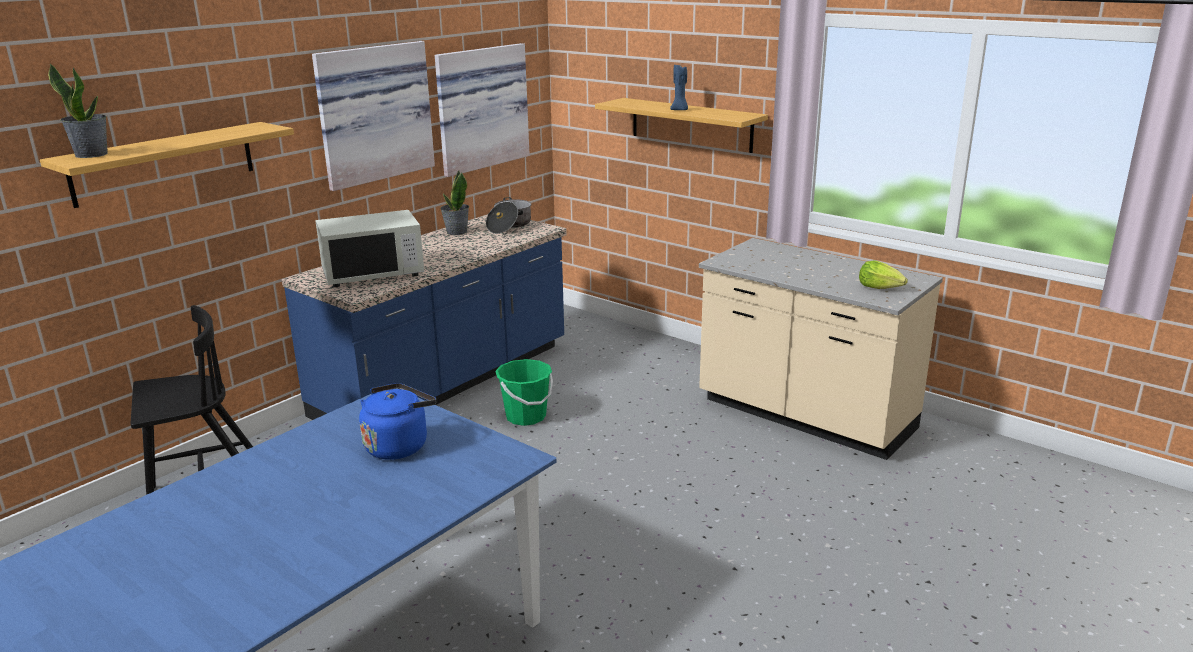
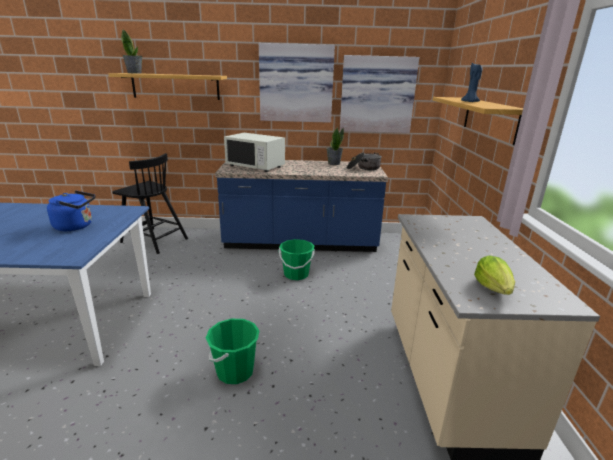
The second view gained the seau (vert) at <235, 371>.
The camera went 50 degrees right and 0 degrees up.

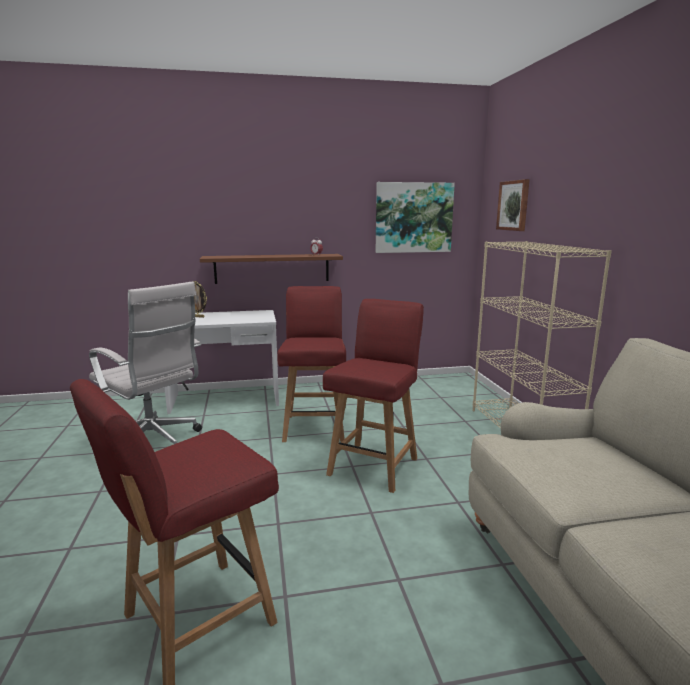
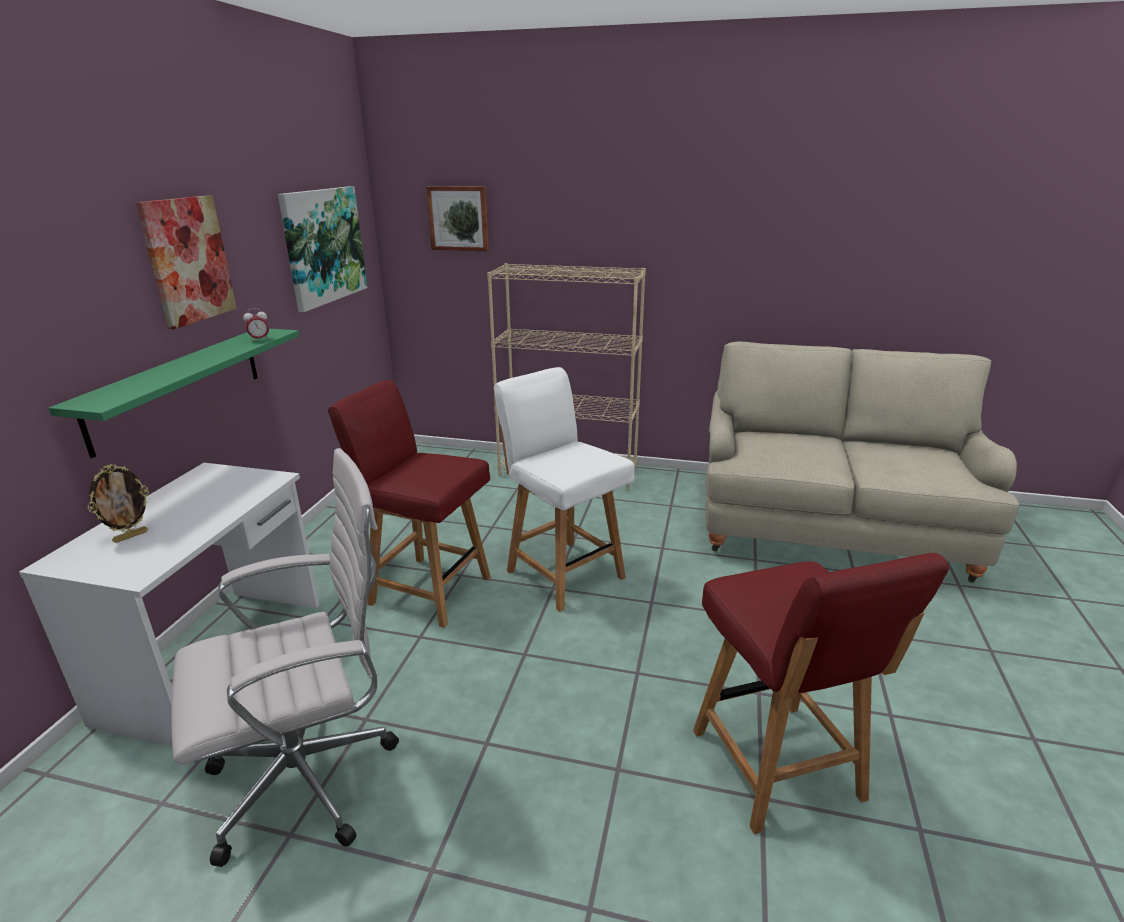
What was the étagère (marron) at <272, 268> turned into the étagère (vert) at <178, 386>.
What was the chaise (rouge) at <374, 465> turned into the chaise (blanc) at <563, 573>.
The second view gained the tableau at <188, 260>.
The camera went 65 degrees left and 10 degrees up.

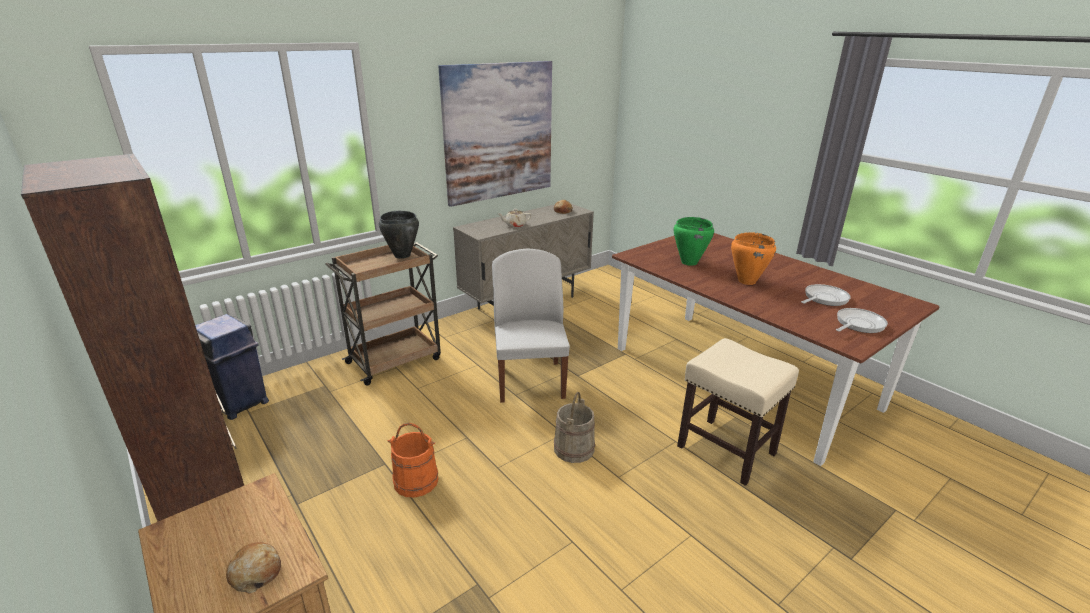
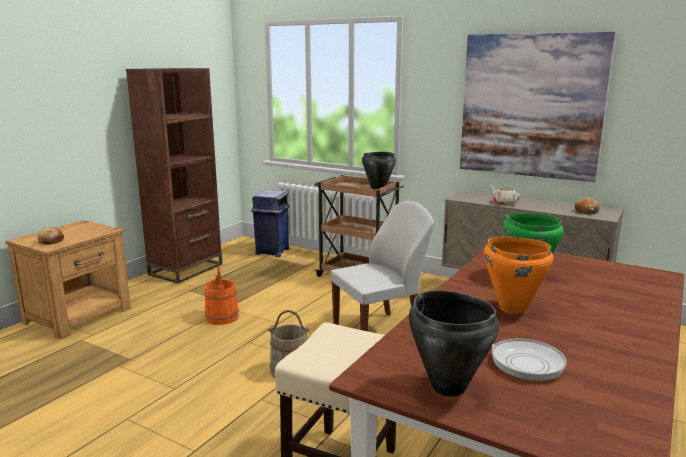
Where the poêle stood at <858, 324>, the marmite (noir) came to stand at <448, 387>.
The camera went 70 degrees right and 10 degrees down.

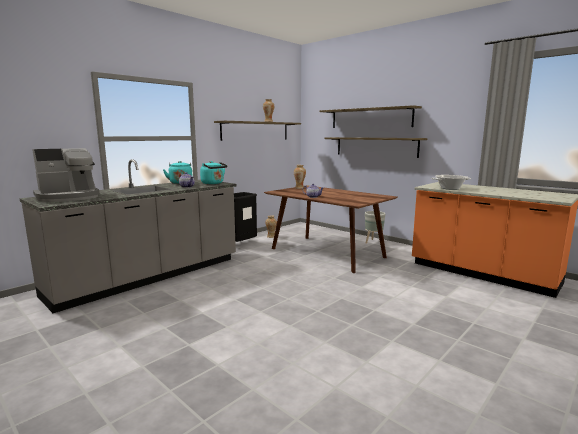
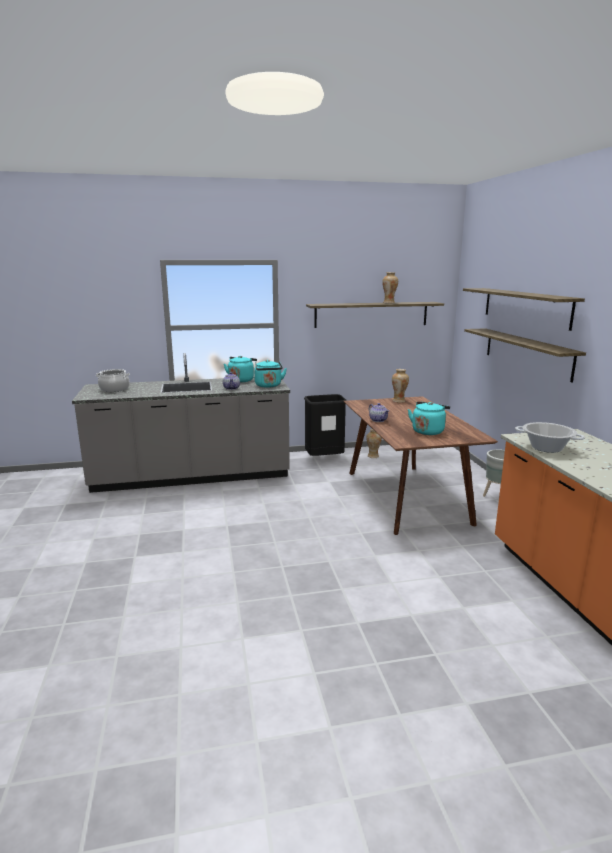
Where the machine à café stood at <69, 197>, the marmite came to stand at <114, 389>.
The second view gained the bouilloire (turquoise) at <428, 431>.
The camera went 35 degrees right and 5 degrees up.

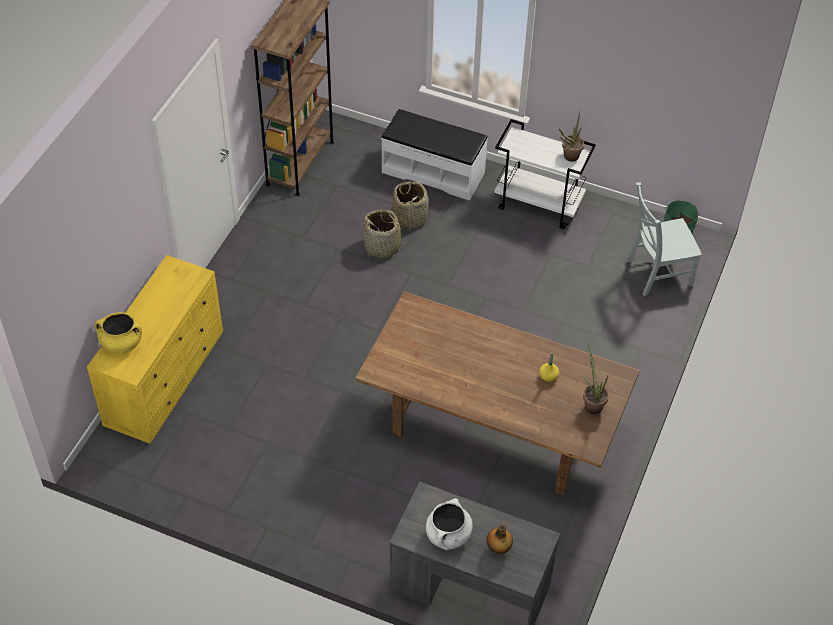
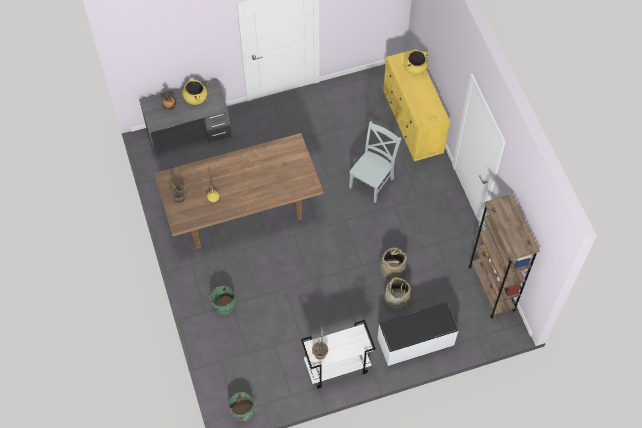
The chaise (gris) ended up elsewhere, having gone from <656, 273> to <372, 181>.
What was the marmite (blanc) at <448, 535> turned into the marmite (jaune) at <195, 98>.
The second view gained the seau (vert) at <223, 305>.
The camera went 140 degrees right and 10 degrees up.

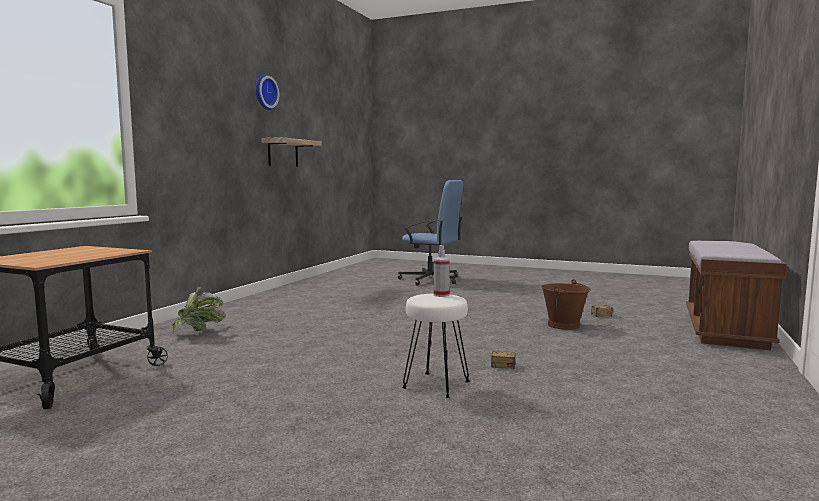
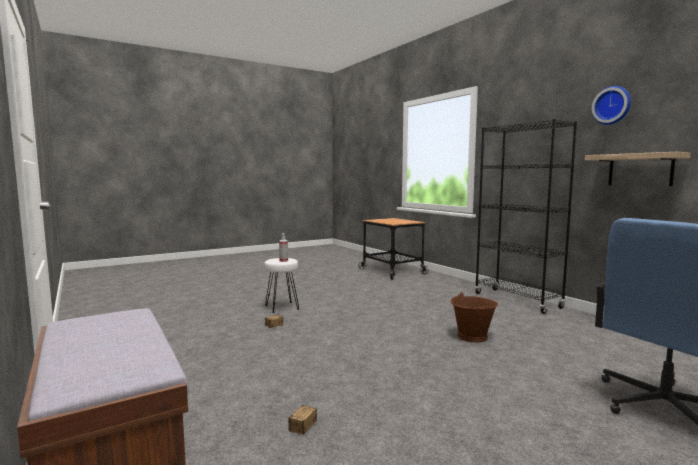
The seau (marron) ended up elsewhere, having gone from <564, 325> to <472, 337>.
The second view lost the plante en pot at <199, 332>.
The second view gained the bibliothèque (noir) at <517, 301>.
The camera went 125 degrees right and 0 degrees up.

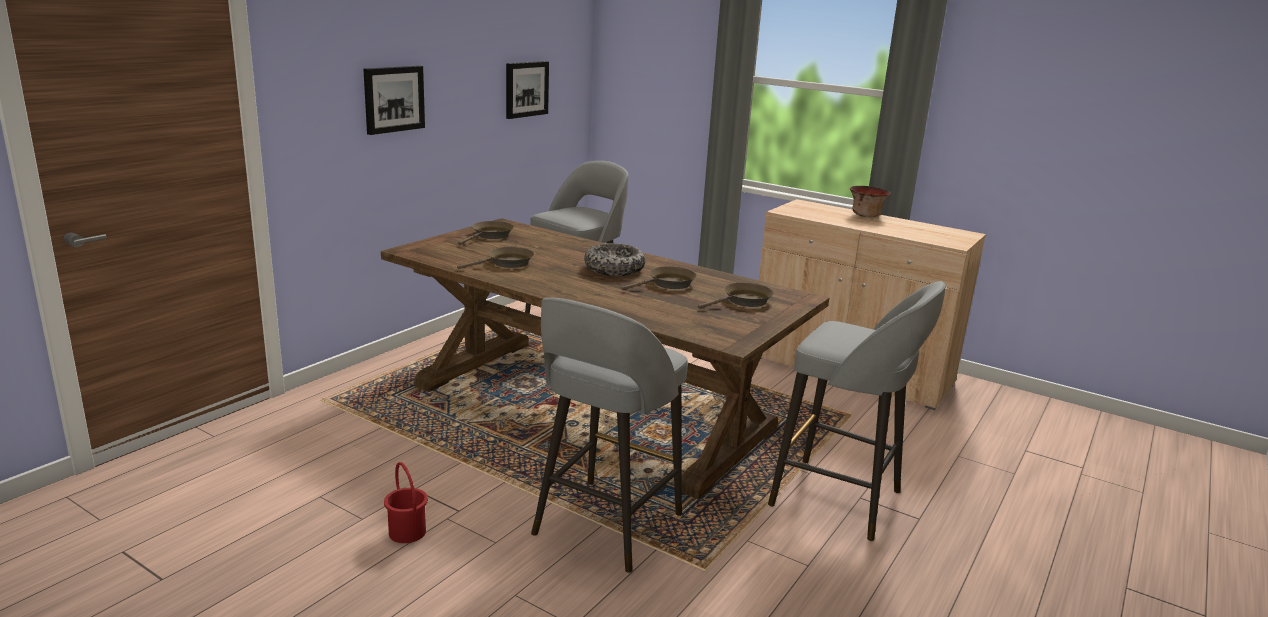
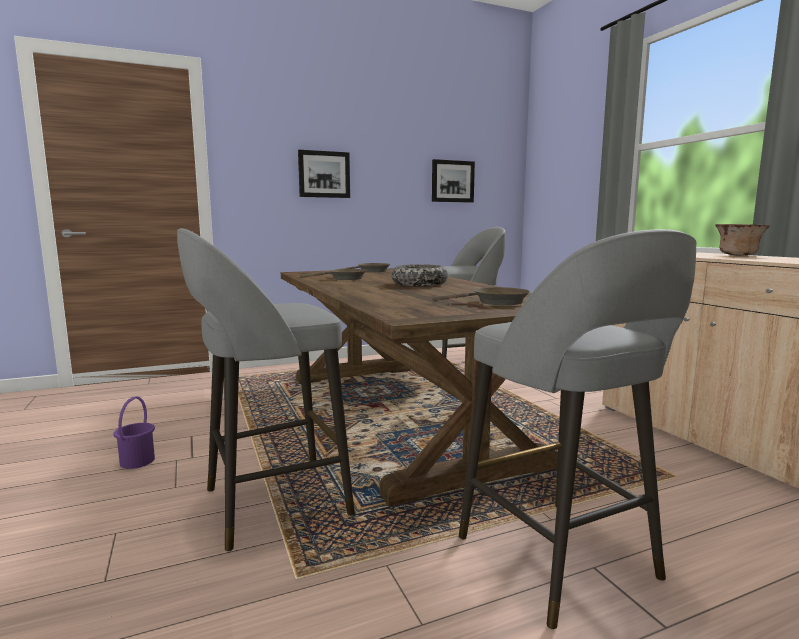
The second view lost the poêle (marron) at <668, 284>.
What was the seau (rouge) at <406, 532> turned into the seau (violet) at <136, 461>.
The camera went 35 degrees right and 10 degrees down.

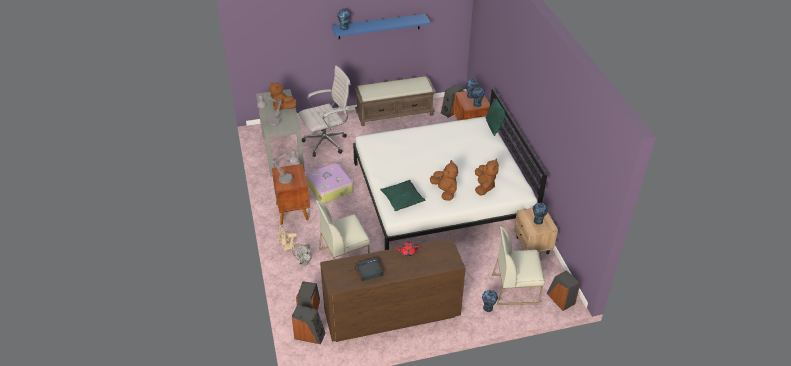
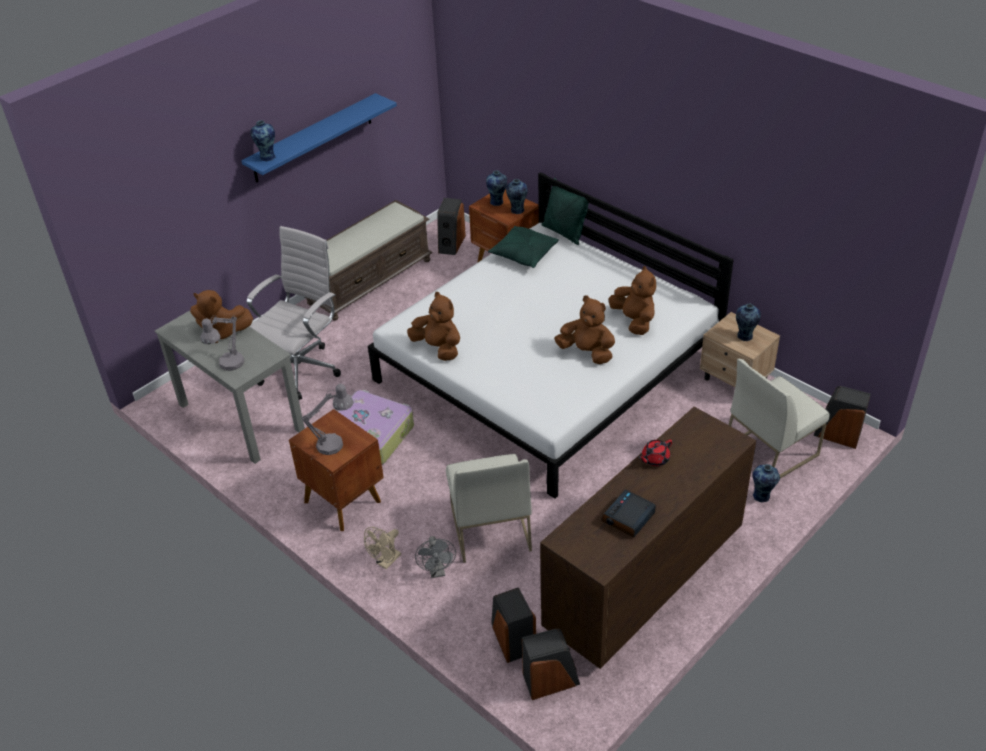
The coussin (vert) ended up elsewhere, having gone from <402, 199> to <523, 254>.
The chaise (blanc) at <344, 256> ended up facing another way, 45 degrees counterclockwise from before.
The second view gained the peluche (marron) at <438, 348>.
The camera went 30 degrees left and 0 degrees up.

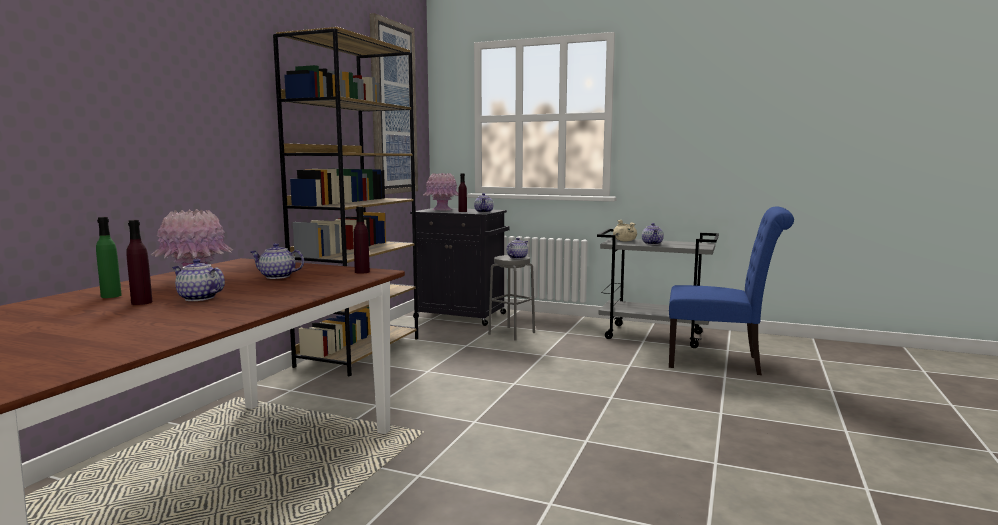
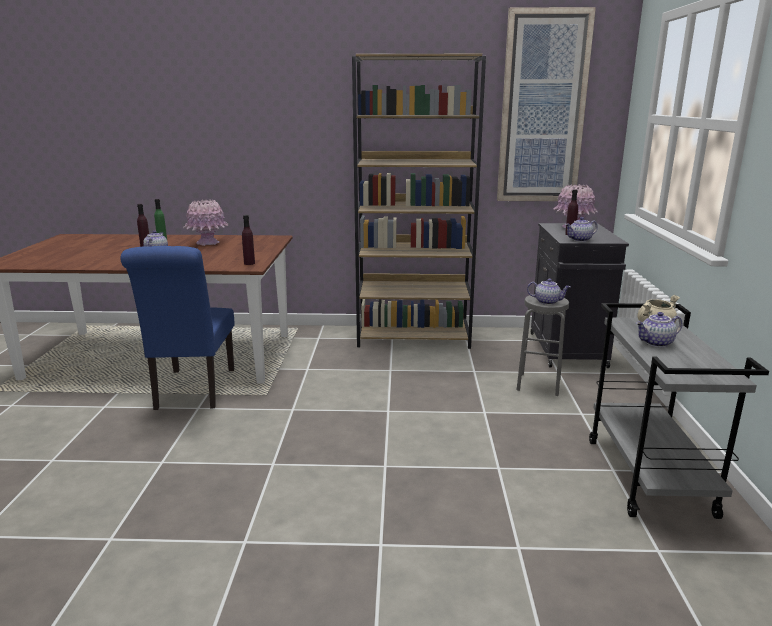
The chaise (bleu) ended up elsewhere, having gone from <720, 362> to <193, 391>.
The second view lost the théière at <277, 277>.
The camera went 70 degrees right and 10 degrees up.

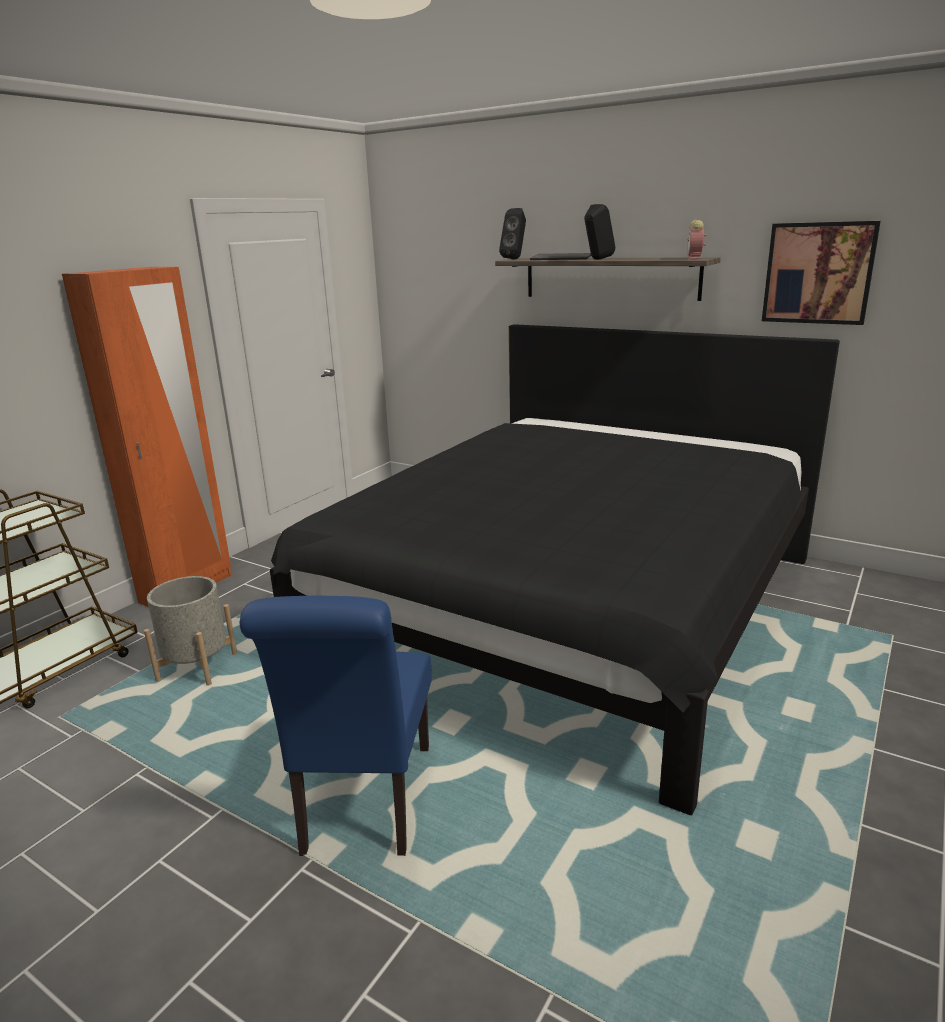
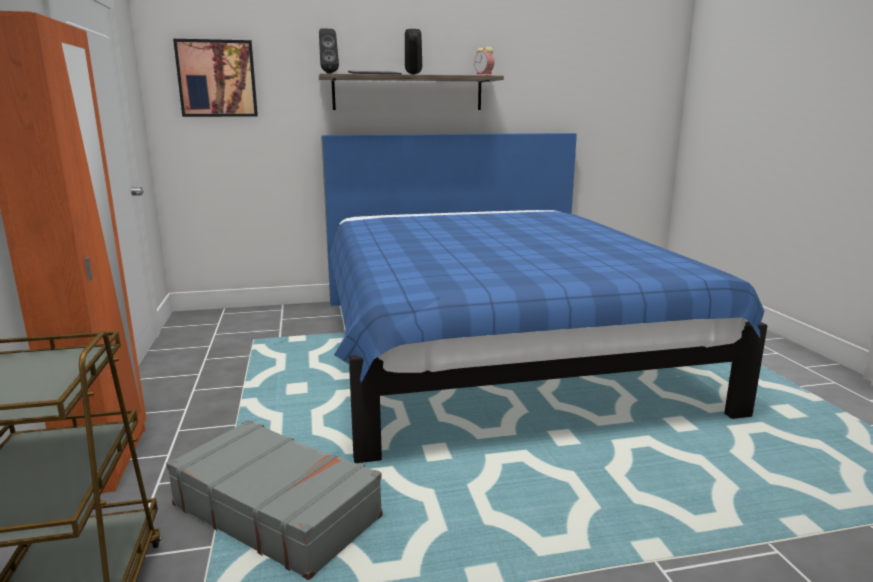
The tableau ended up elsewhere, having gone from <818, 273> to <217, 78>.
What was the lit (noir) at <568, 606> turned into the lit (bleu) at <492, 348>.
Where the cache-pot (gris) stood at <197, 667>, the valise (gris) came to stand at <277, 510>.
The second view lost the chaise (bleu) at <364, 805>.
The camera went 45 degrees left and 5 degrees down.

